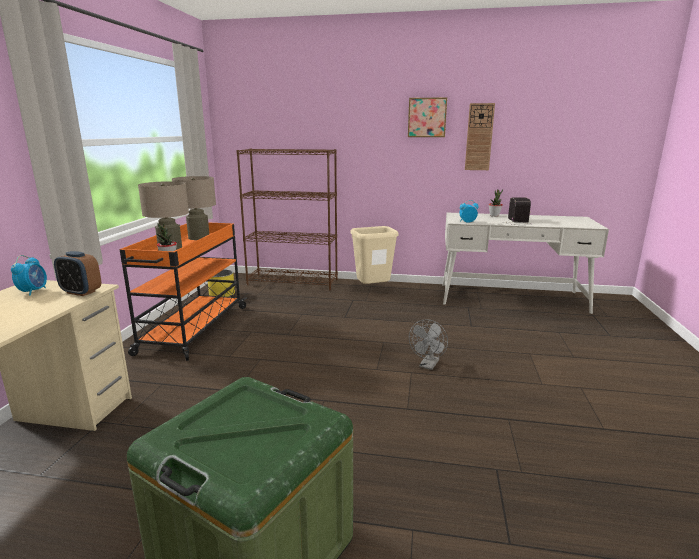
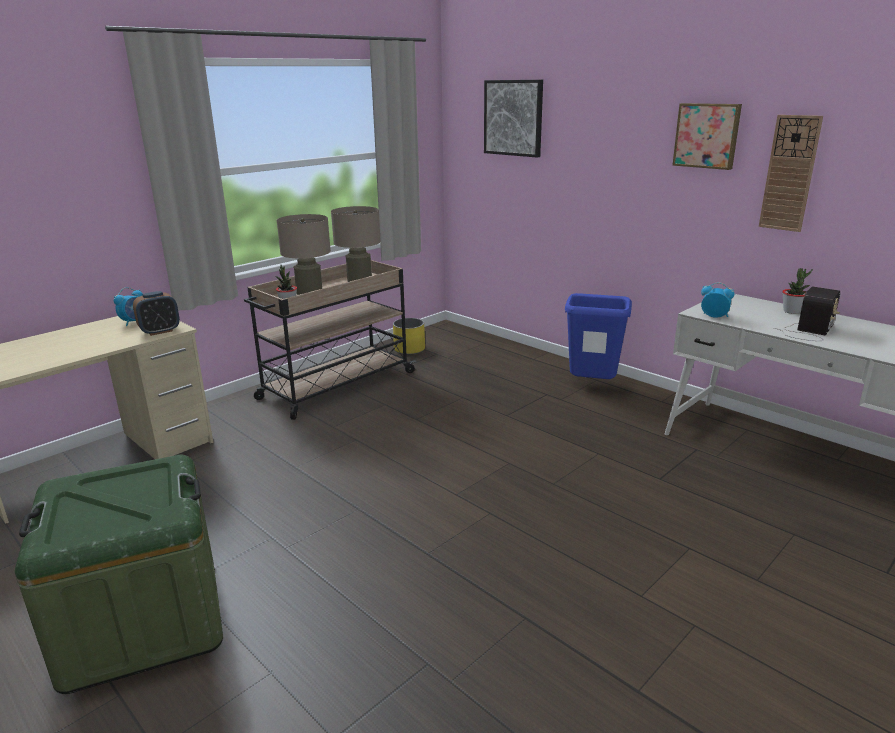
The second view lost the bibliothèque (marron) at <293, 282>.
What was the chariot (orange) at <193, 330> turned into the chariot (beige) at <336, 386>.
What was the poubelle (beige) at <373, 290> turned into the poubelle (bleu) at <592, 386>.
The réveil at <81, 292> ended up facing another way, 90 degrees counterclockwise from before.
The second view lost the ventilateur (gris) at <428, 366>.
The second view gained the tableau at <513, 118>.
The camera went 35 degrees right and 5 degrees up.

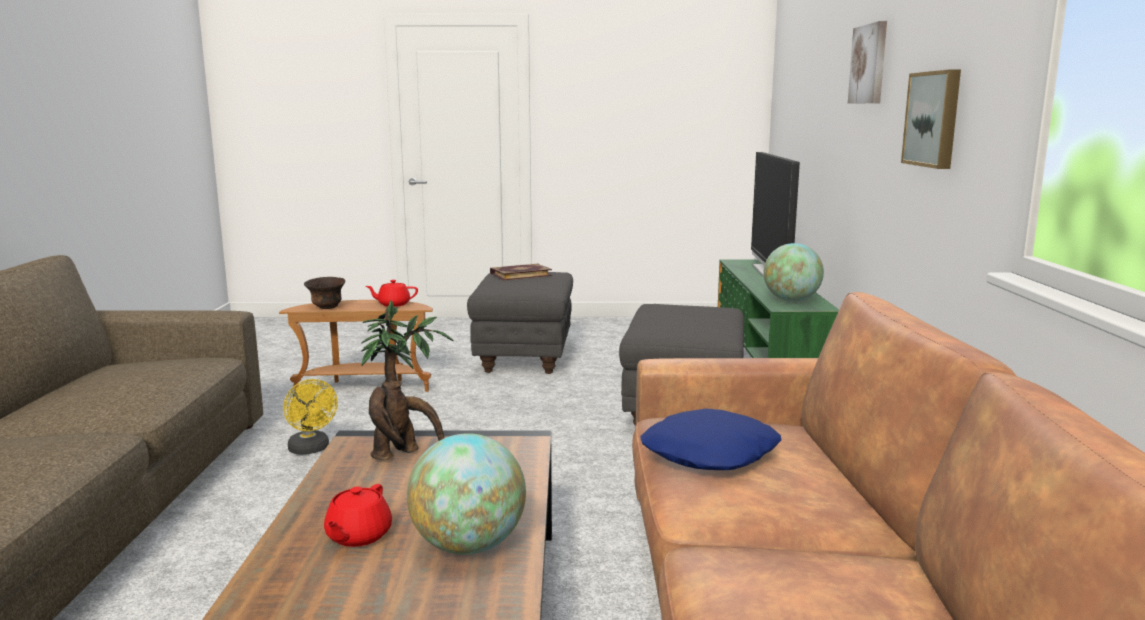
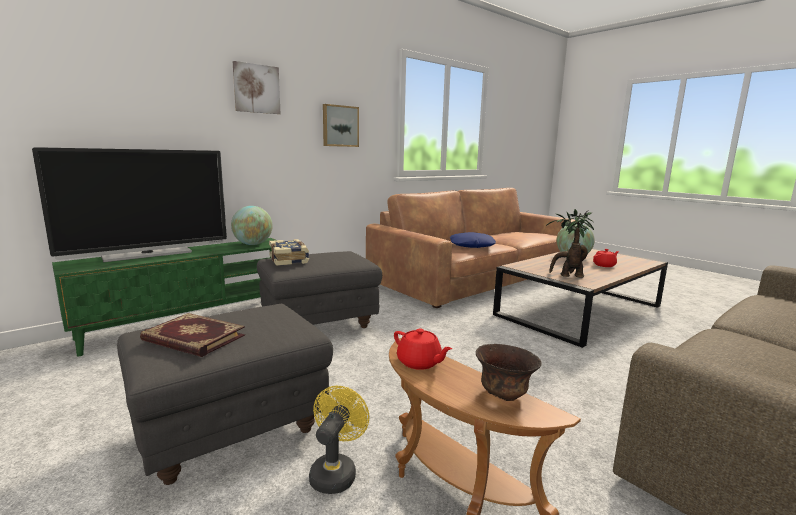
The ventilateur (jaune) ended up elsewhere, having gone from <311, 450> to <335, 472>.
The second view gained the livre at <290, 260>.
The camera went 130 degrees left and 0 degrees up.

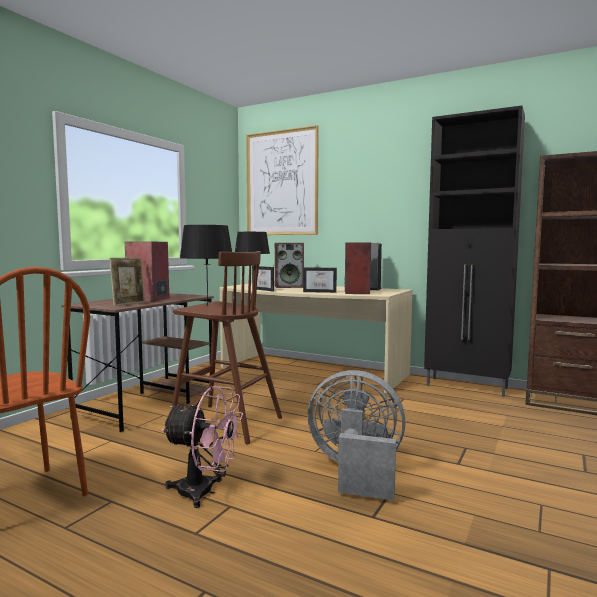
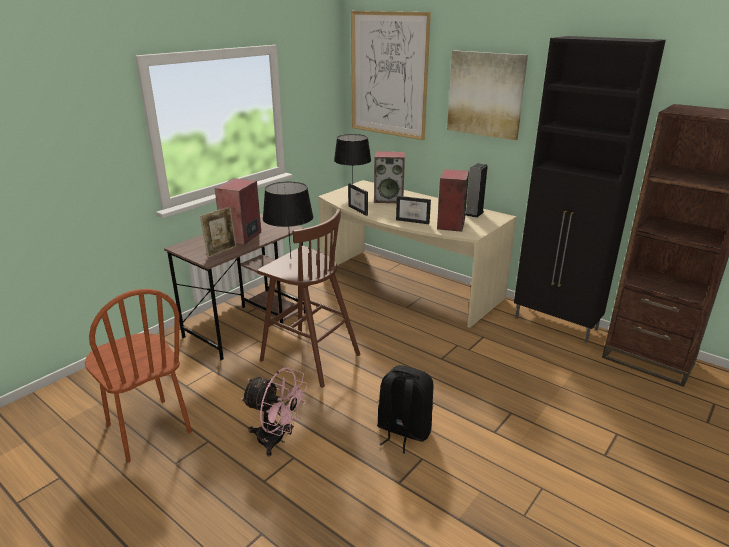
Where the ventilateur (gris) stood at <356, 471>, the sac à dos (noir) came to stand at <403, 431>.
The second view gained the tableau at <485, 94>.
The camera went 10 degrees right and 20 degrees up.

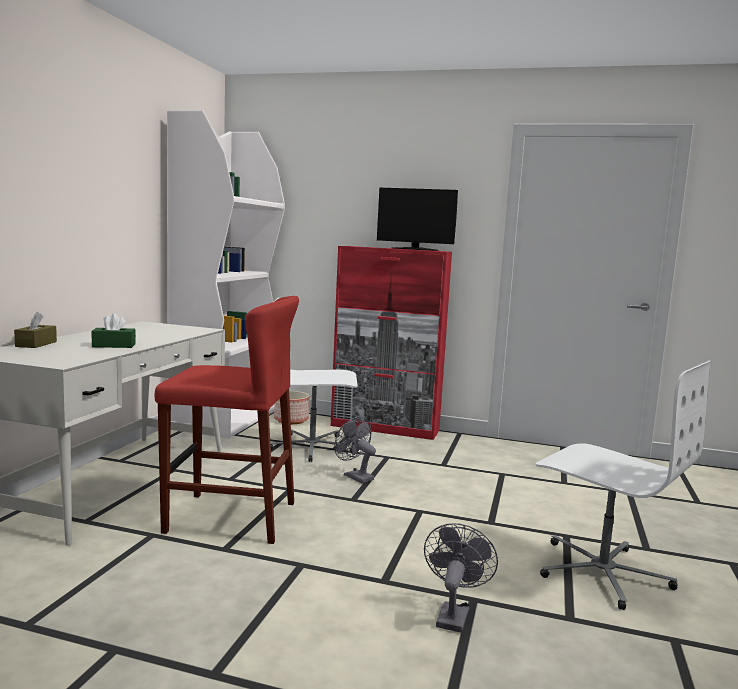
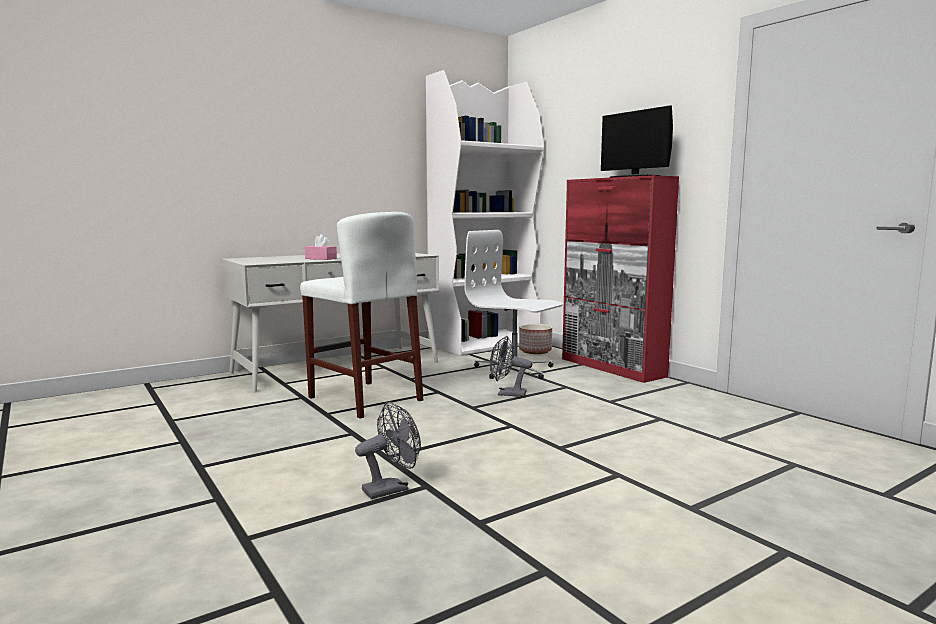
What was the tabouret (rouge) at <231, 517> turned into the tabouret (blanc) at <365, 399>.
The second view lost the boîte à mouchoirs (marron) at <36, 344>.
What was the boîte à mouchoirs (vert) at <114, 345> turned into the boîte à mouchoirs (rose) at <321, 258>.
The second view lost the chaise de bureau (blanc) at <602, 572>.
The ventilateur (gris) at <355, 476> ended up facing another way, 75 degrees counterclockwise from before.
The camera went 40 degrees right and 0 degrees up.

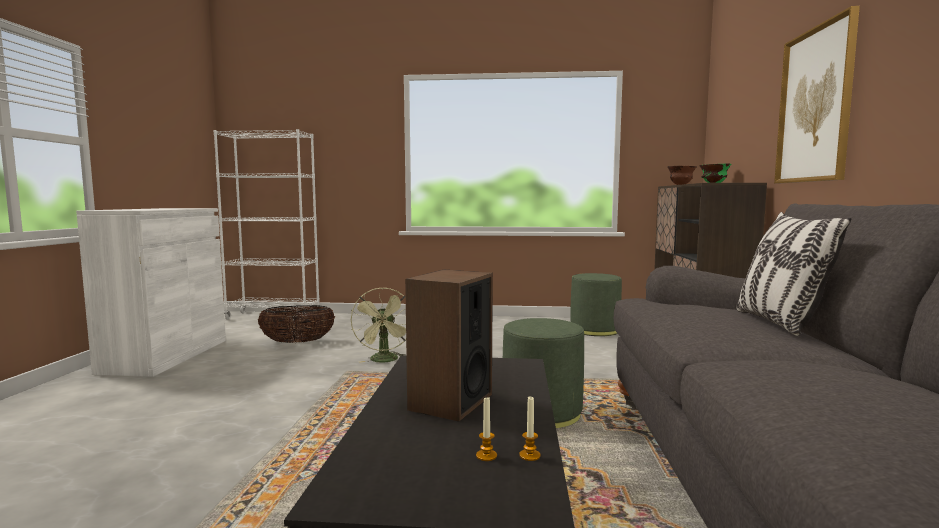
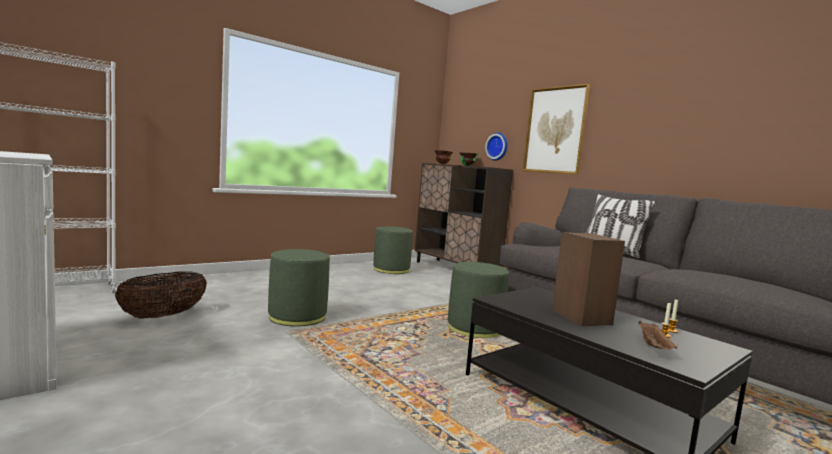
Where the ventilateur (vert) stood at <385, 361>, the pouf (vert) came to stand at <297, 316>.
The second view gained the horloge murale at <498, 146>.
The second view gained the plateau (marron) at <654, 347>.
The camera went 45 degrees left and 0 degrees up.

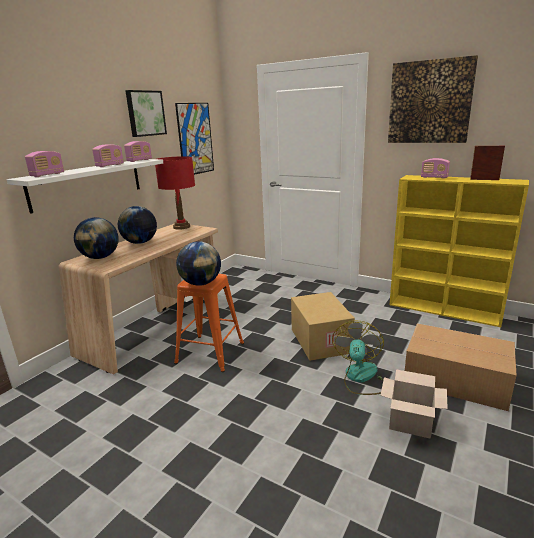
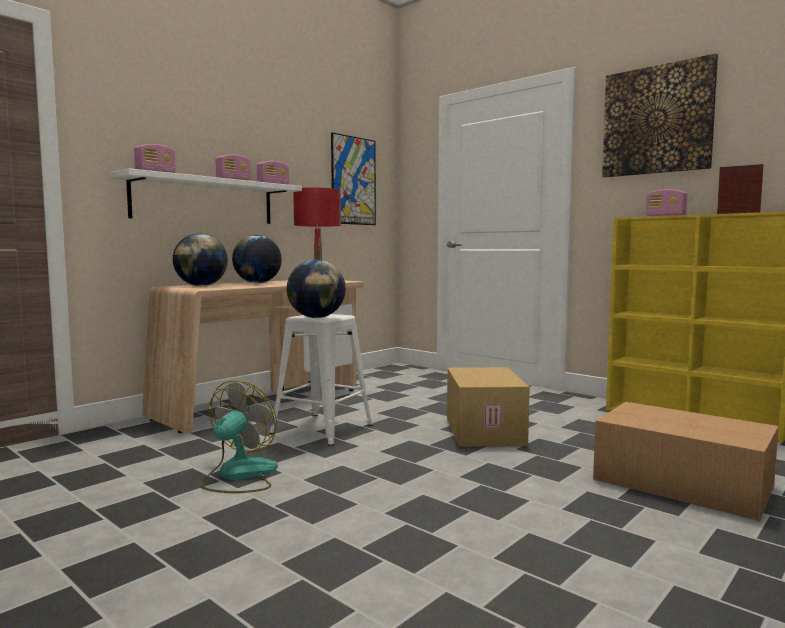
The second view lost the tableau at <145, 113>.
What was the tabouret (orange) at <210, 353> turned into the tabouret (blanc) at <322, 429>.
The ventilateur ended up elsewhere, having gone from <361, 378> to <238, 476>.
The second view lost the carton at <409, 423>.
The camera went 10 degrees right and 15 degrees down.

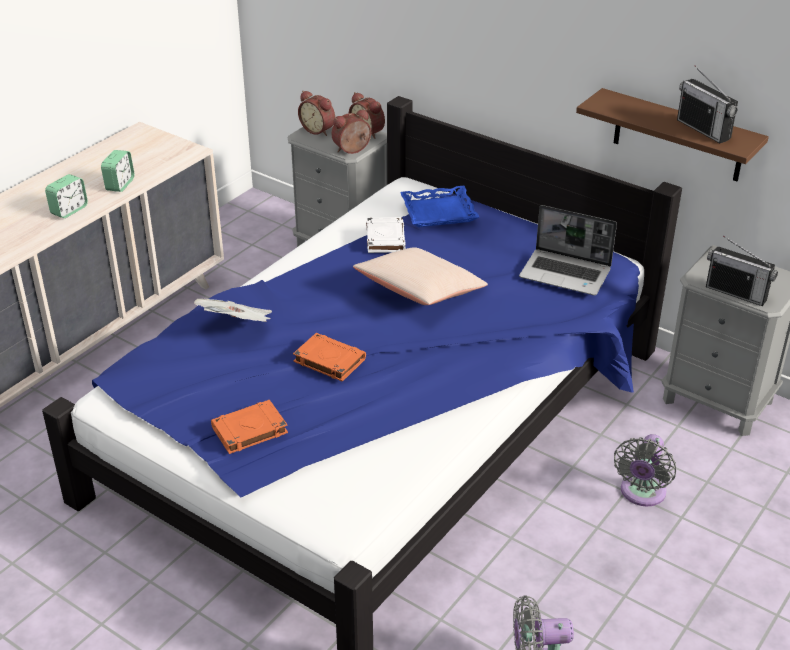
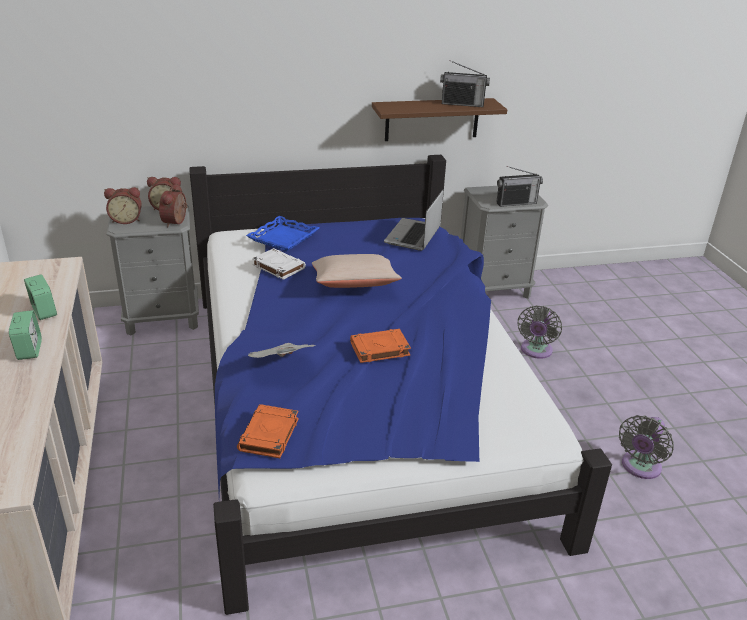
The ordinateur portable at <566, 274> ended up facing another way, 135 degrees clockwise from before.
The livre (orange) ended up elsewhere, having gone from <249, 431> to <269, 435>.
The ventilateur (gris) at <641, 493> ended up facing another way, 45 degrees clockwise from before.
The camera went 50 degrees left and 5 degrees down.

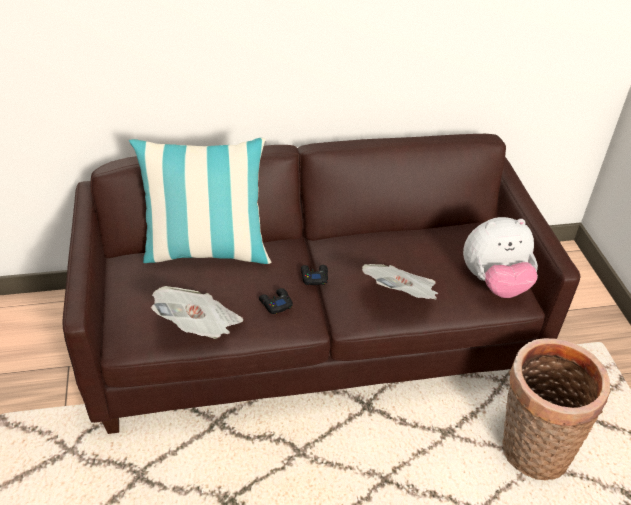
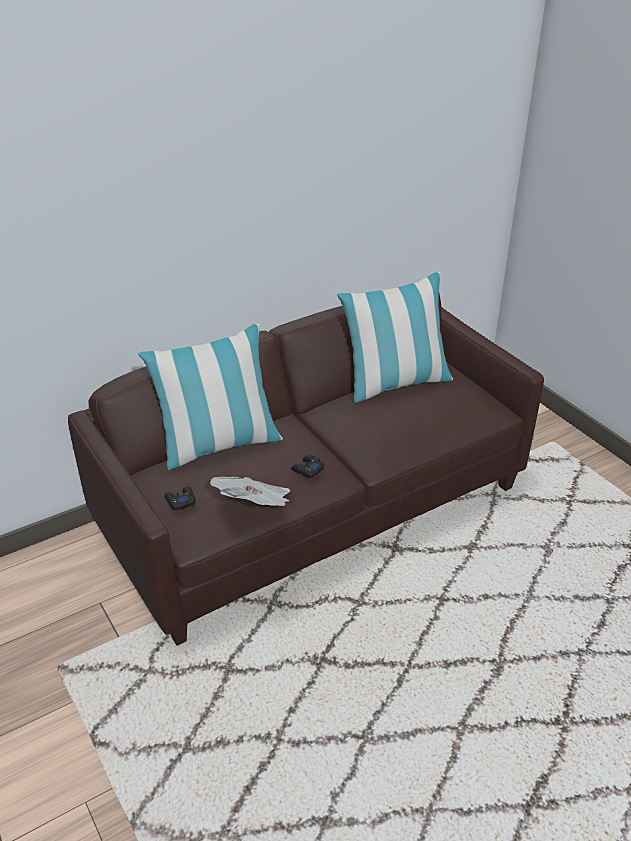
The second view lost the peluche at <494, 283>.
The second view lost the journal at <401, 295>.
The manette (noir) ended up elsewhere, having gone from <314, 277> to <180, 501>.
The second view lost the panier at <530, 449>.
The second view gained the coussin at <395, 384>.
The camera went 20 degrees left and 5 degrees down.

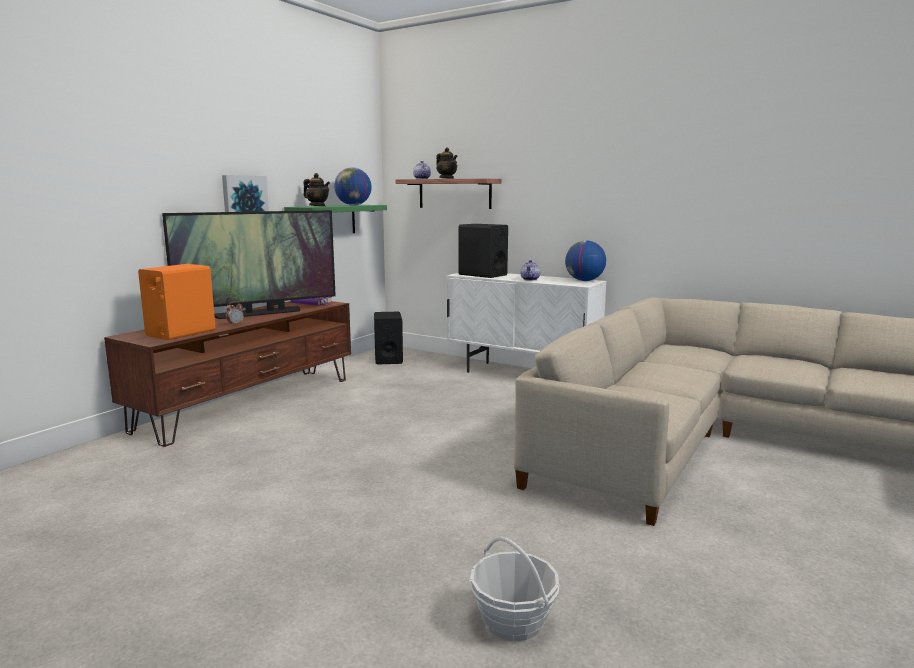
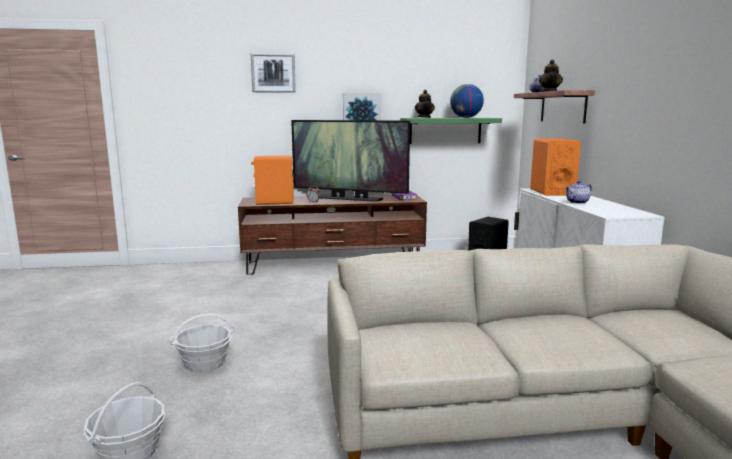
What was the enceinte (noir) at <482, 275> turned into the enceinte (orange) at <552, 192>.
The second view lost the globe at <584, 281>.
The second view gained the tableau at <273, 73>.
The second view gained the panier at <205, 364>.
The camera went 50 degrees right and 0 degrees up.

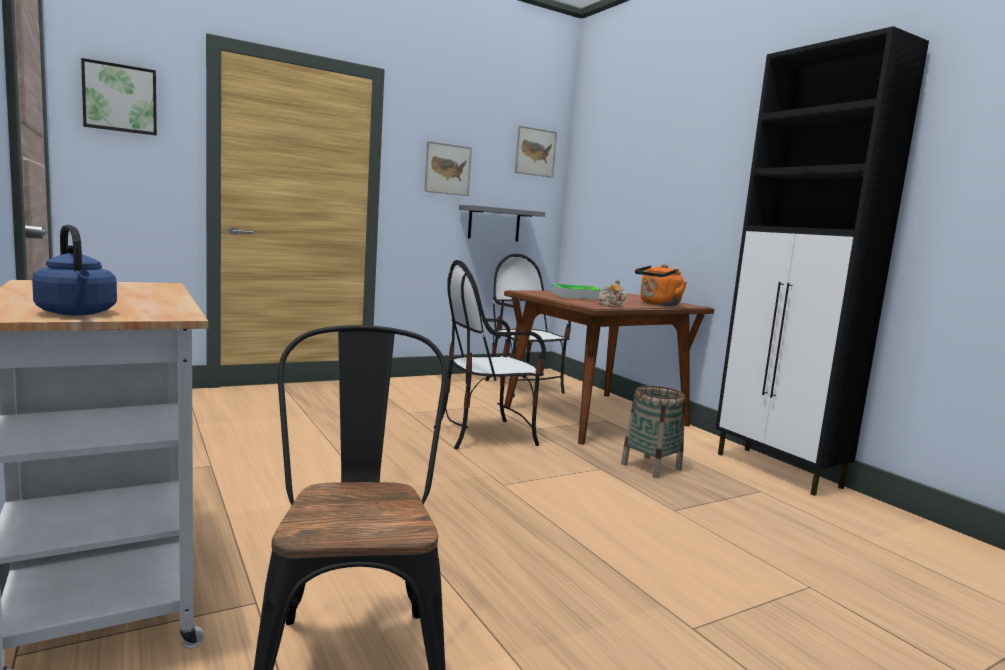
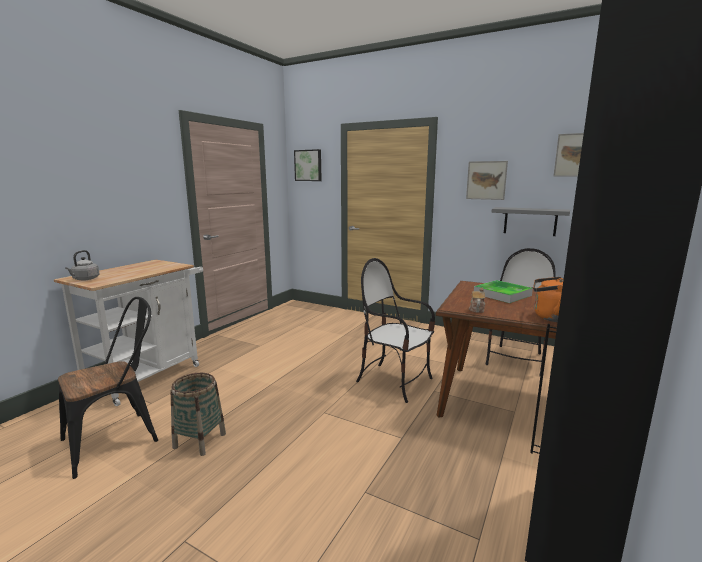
What was the bouilloire (bleu) at <77, 313> turned into the bouilloire (gris) at <85, 279>.
The panier ended up elsewhere, having gone from <651, 467> to <199, 440>.
The camera went 60 degrees right and 5 degrees up.

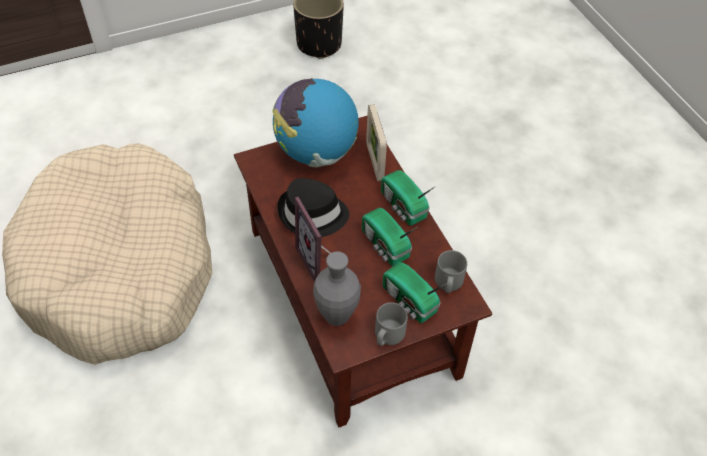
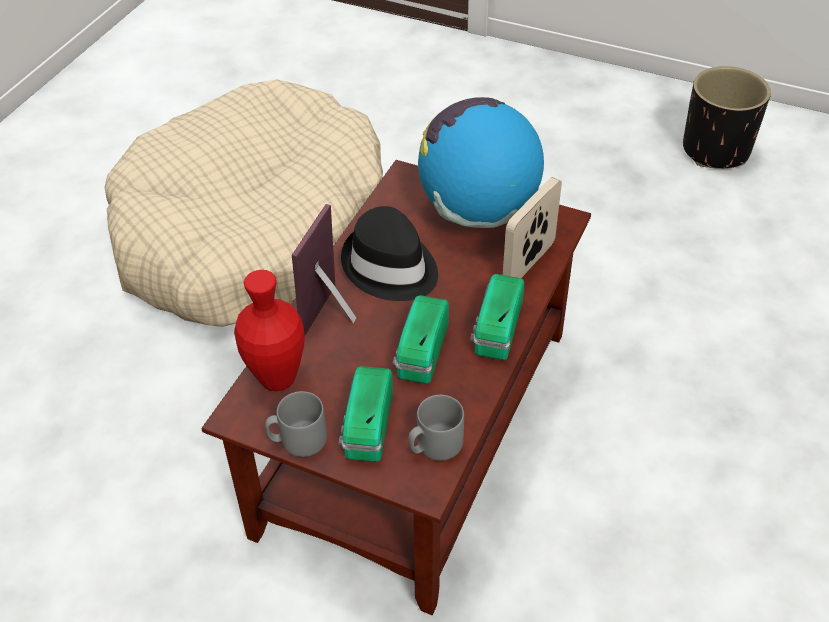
What was the vase (gris) at <336, 316> turned into the vase (rouge) at <277, 379>.
The camera went 50 degrees right and 5 degrees down.

